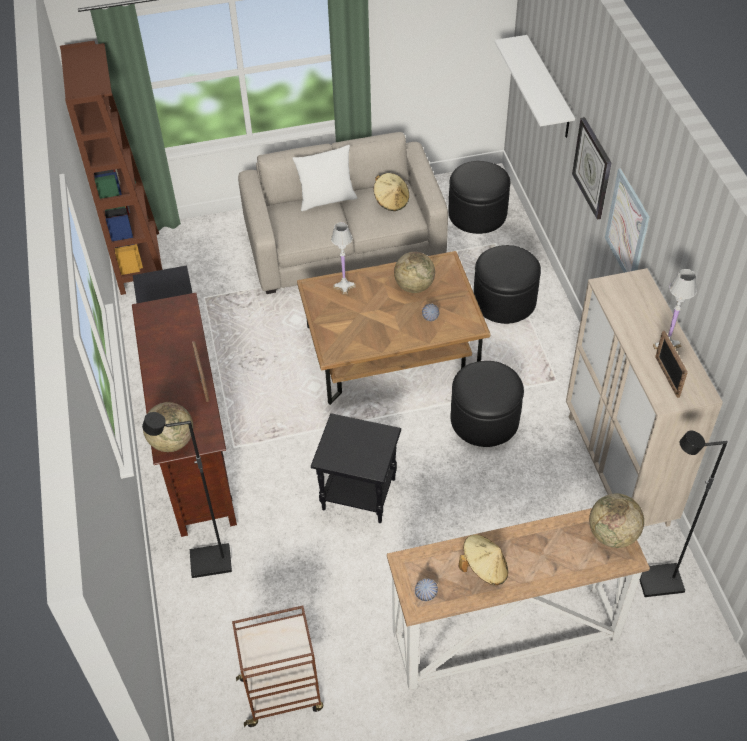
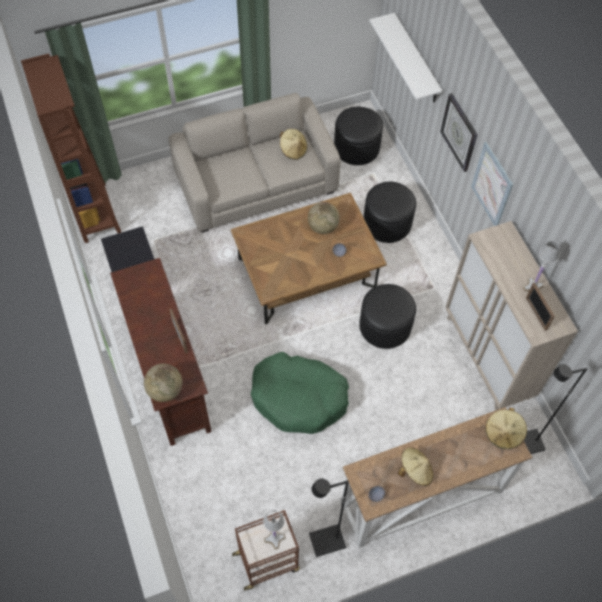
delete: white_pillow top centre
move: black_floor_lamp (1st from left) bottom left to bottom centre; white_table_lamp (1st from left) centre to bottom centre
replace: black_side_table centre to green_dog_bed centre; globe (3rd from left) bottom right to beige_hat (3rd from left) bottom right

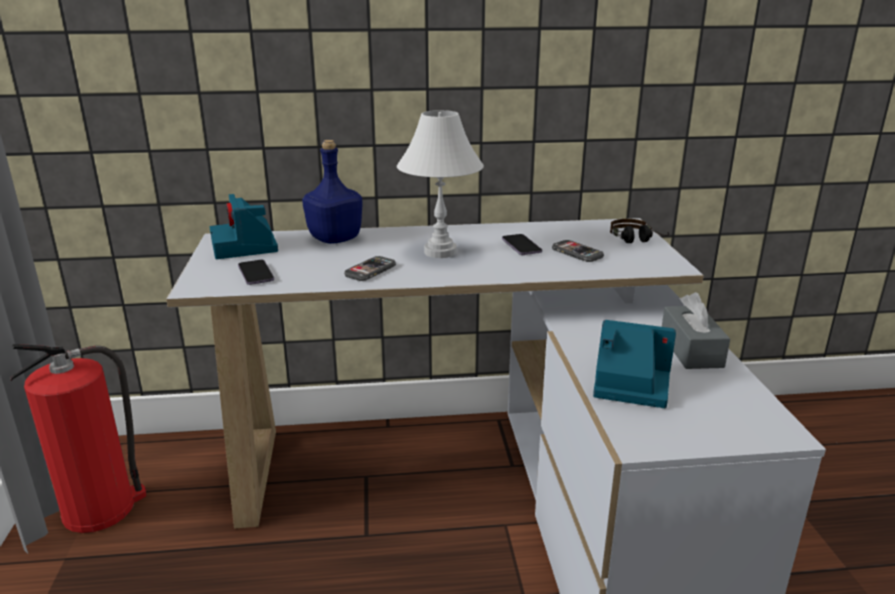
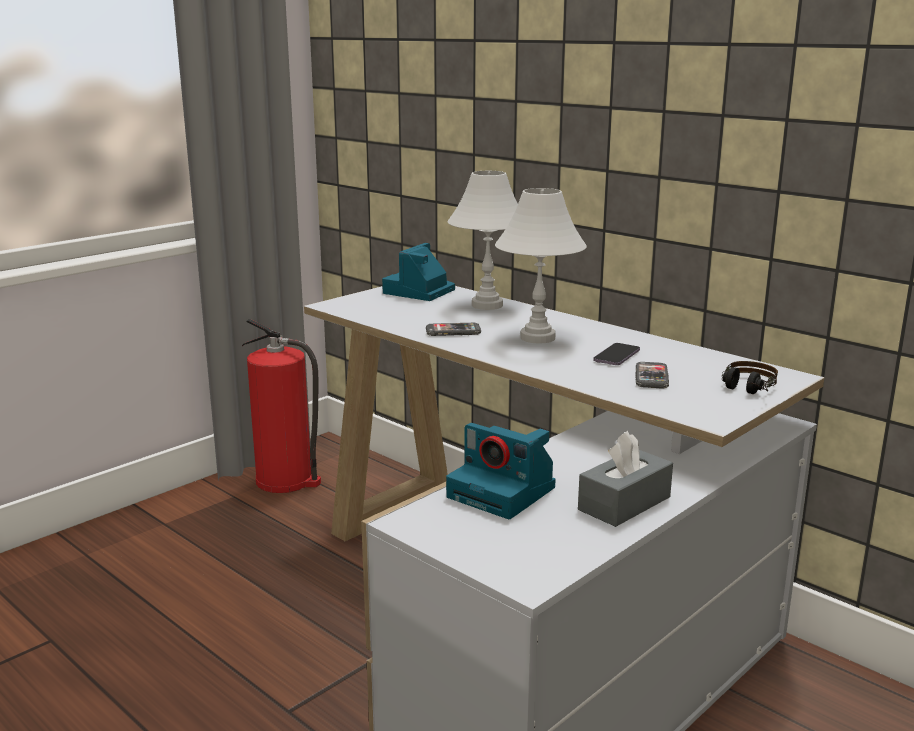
delete: phone (1st from left) middle left
replace: blue_bottle top centre to white_table_lamp (1st from left) top centre
rotate: photo_camera (2nd from left) middle right = centre 150 degrees clockwise

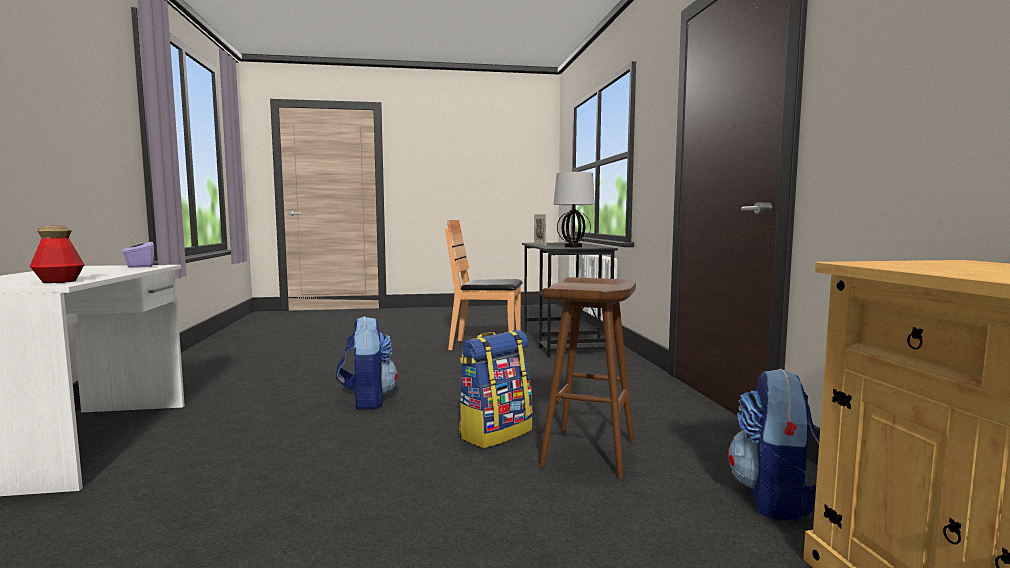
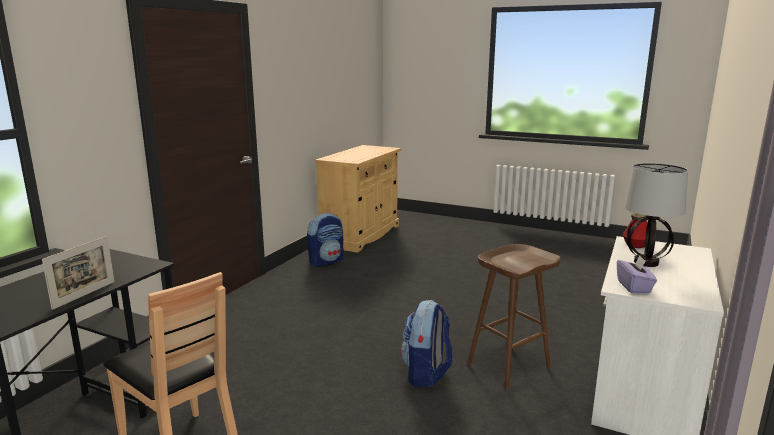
delete: backpack (2nd from left) bottom centre
move: brown_stool centre to bottom centre; table_lamp centre to middle right

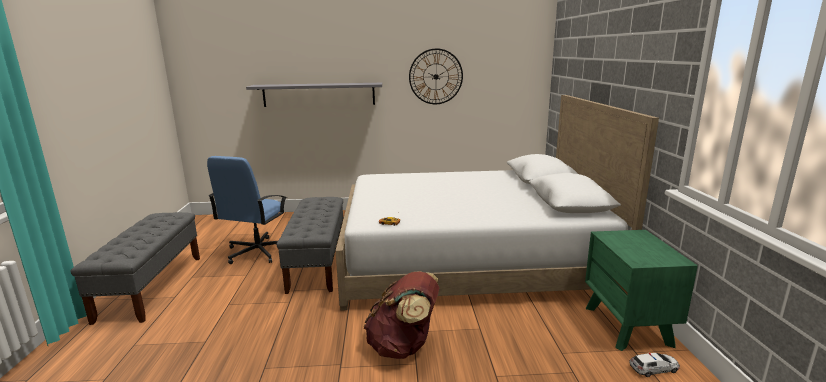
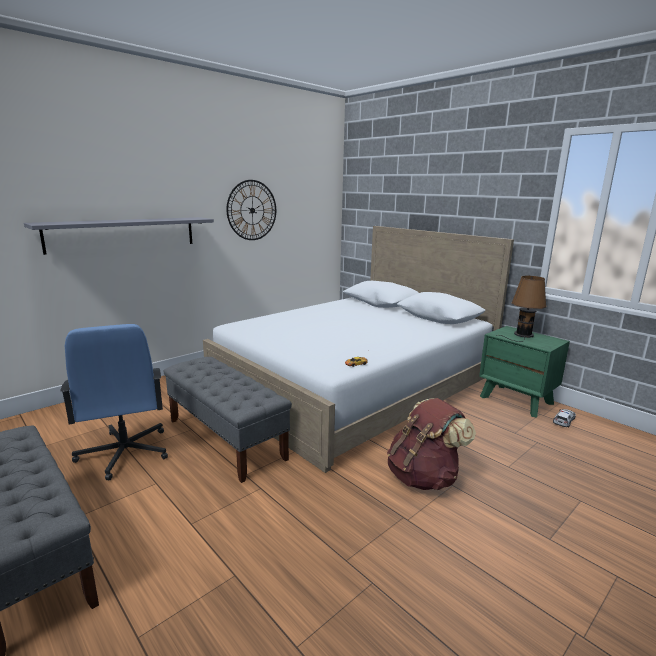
insert: brown_table_lamp middle right

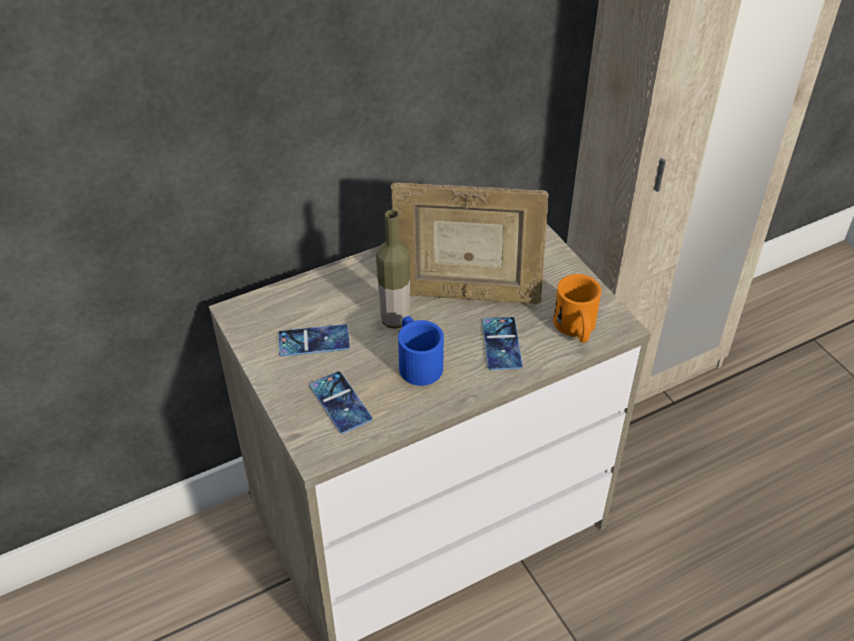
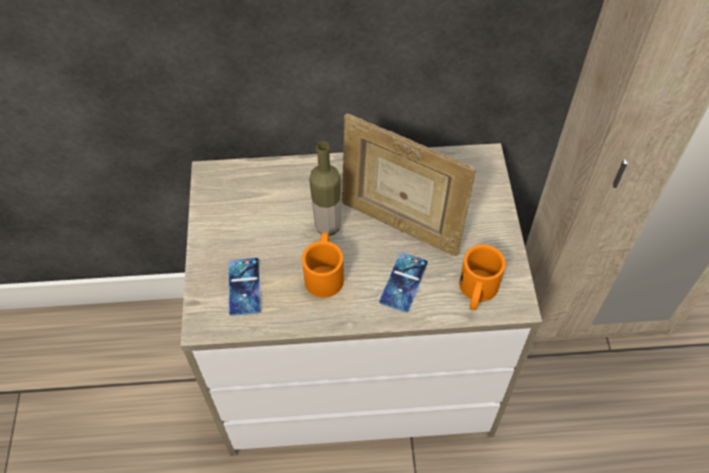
delete: phone (1st from left) centre
recolor: blue_mug centre to orange_mug (1st from left) centre

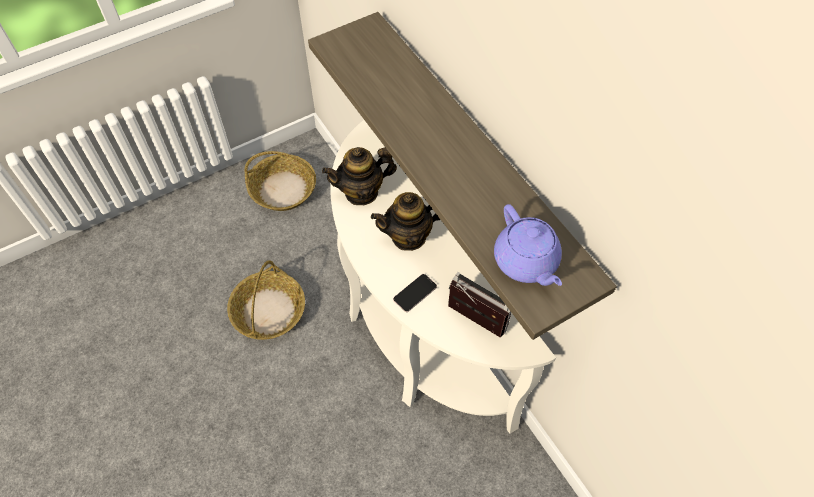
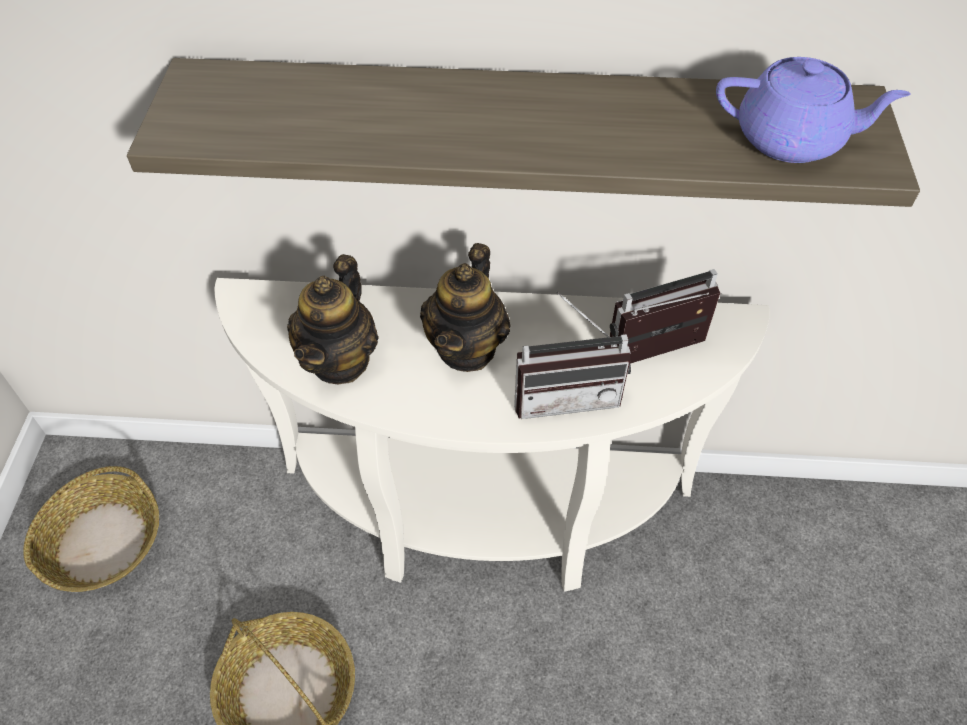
replace: phone centre to radio (1st from left) centre

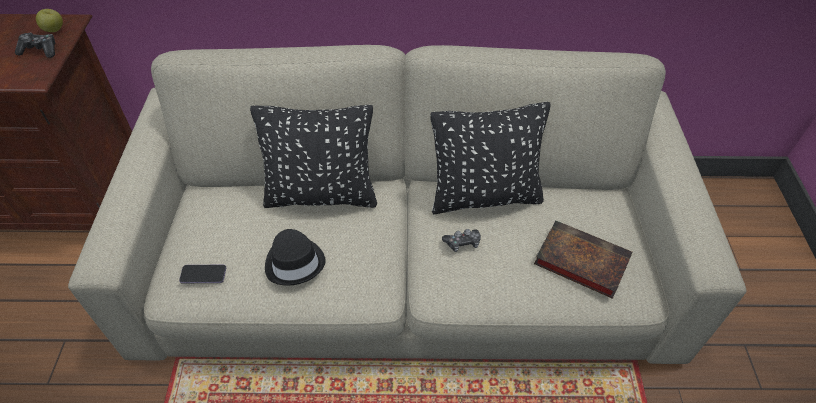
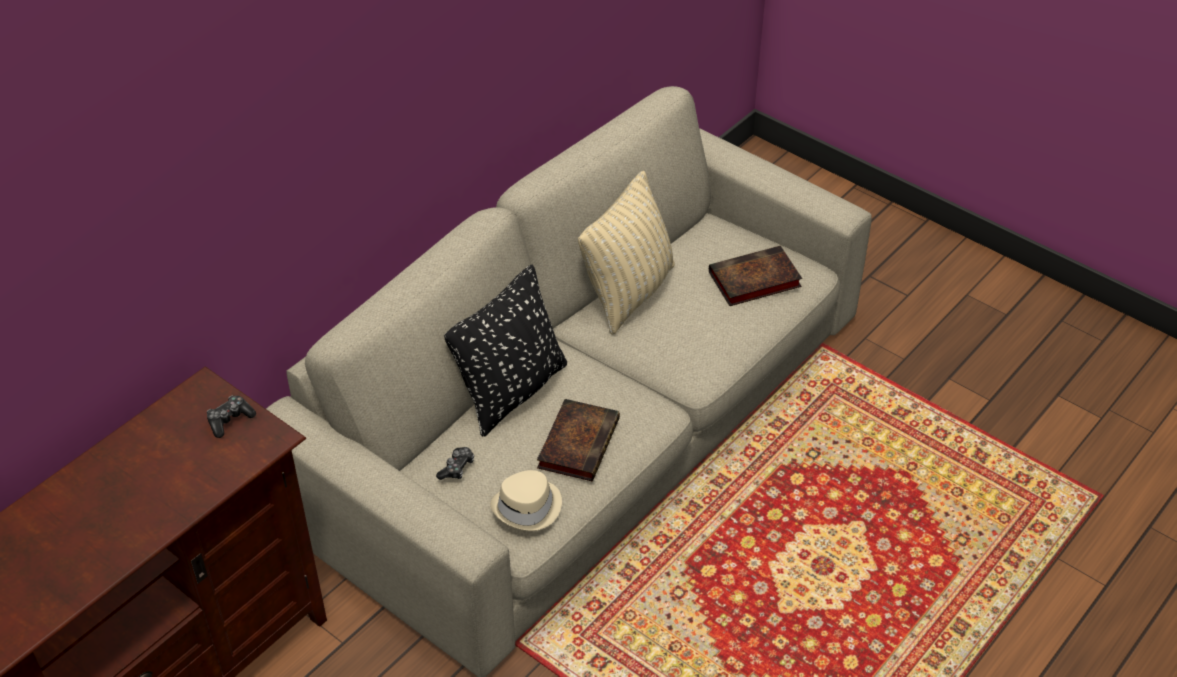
delete: apple top left
move: game_controller (2nd from left) centre to bottom centre
replace: phone bottom left to beige_hat bottom centre; black_hat centre to book (1st from left) centre
recolor: black_pillow (2nd from left) centre to beige_pillow centre

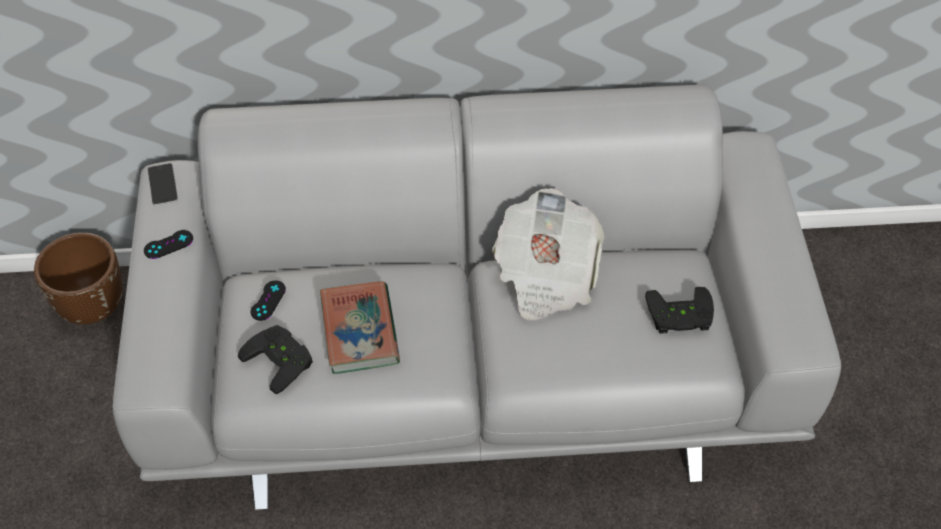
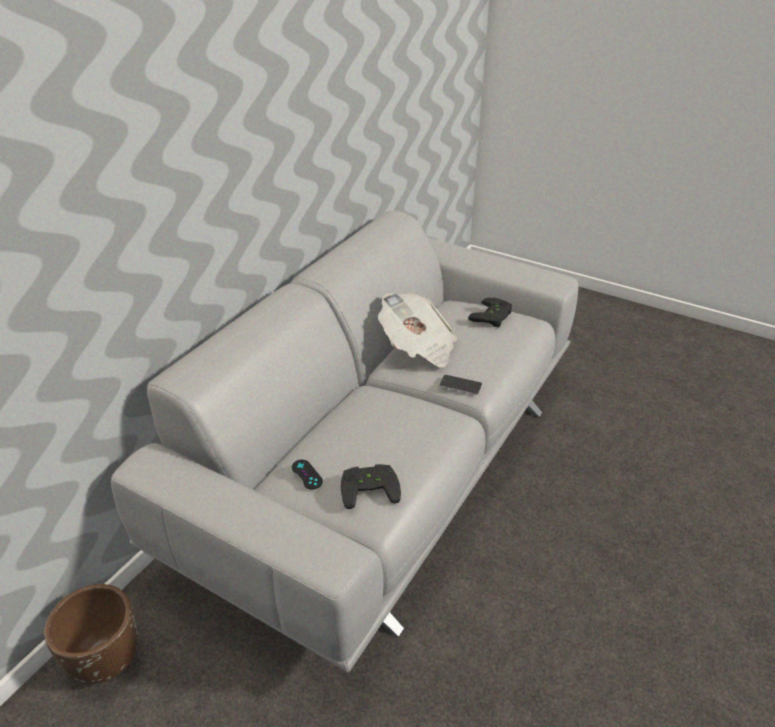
delete: black_game_controller (1st from left) middle left; book centre
move: phone middle left to centre

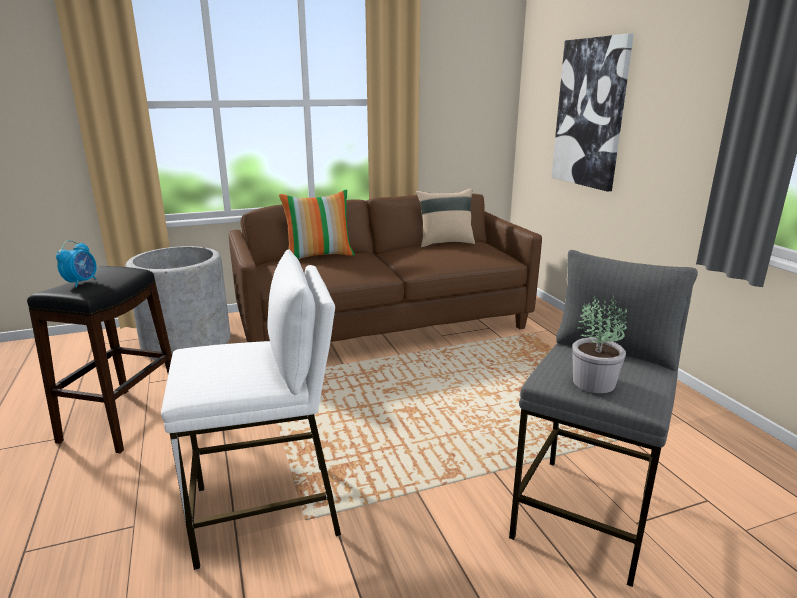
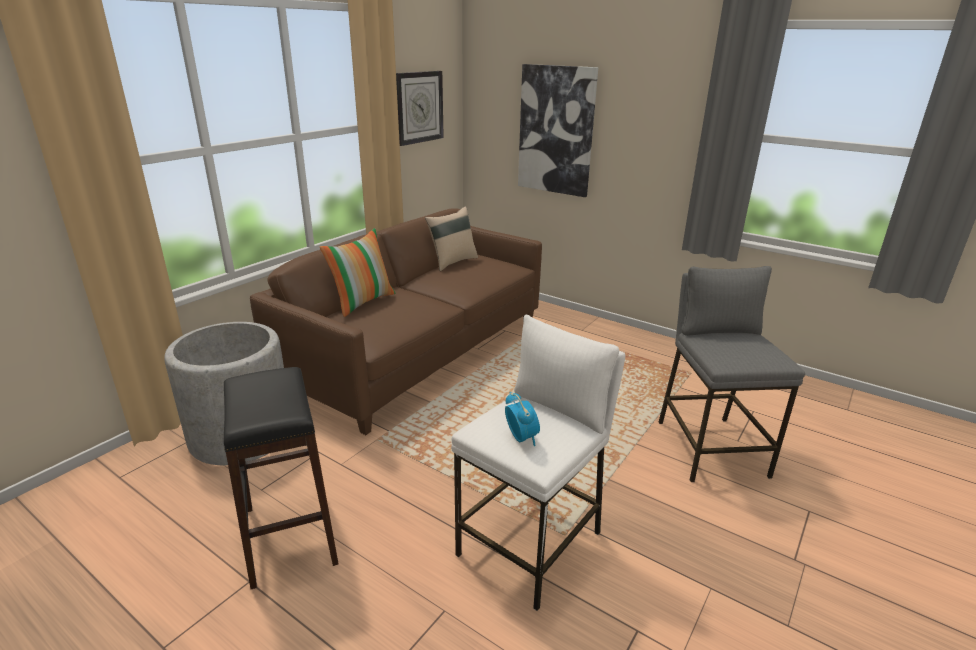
delete: potted_plant middle right
insert: wall_clock top centre
move: alarm_clock middle left to centre

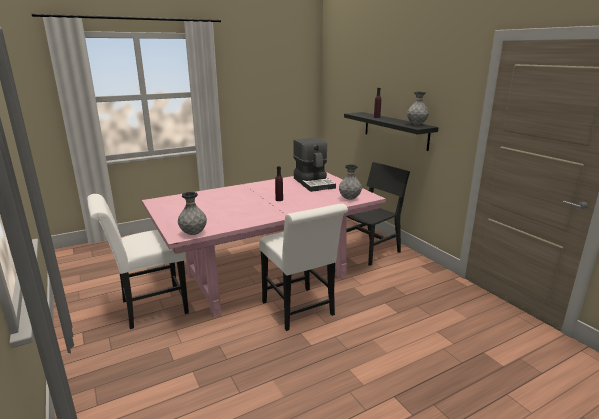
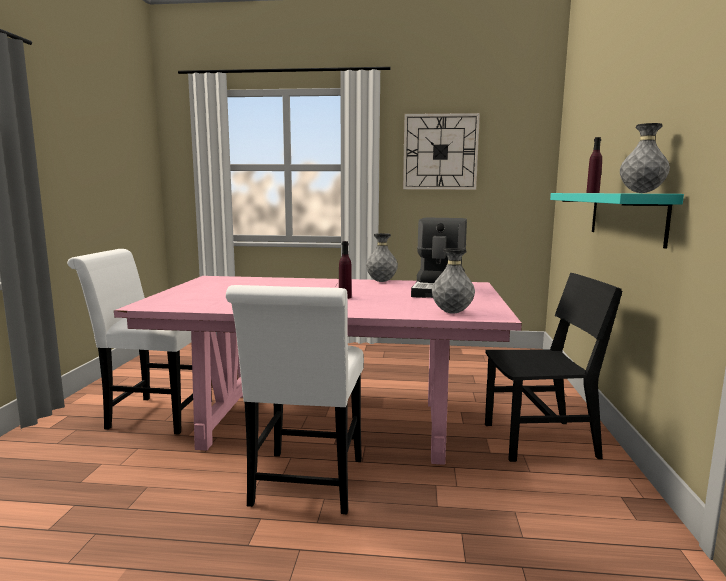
insert: wall_clock top centre
move: grey_vase (1st from left) middle left to centre
recolor: black_shelf top centre to turquoise_shelf middle right

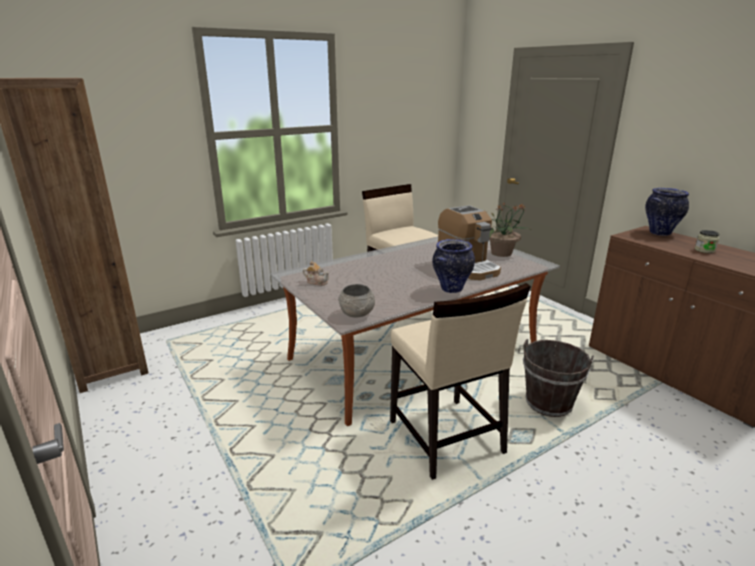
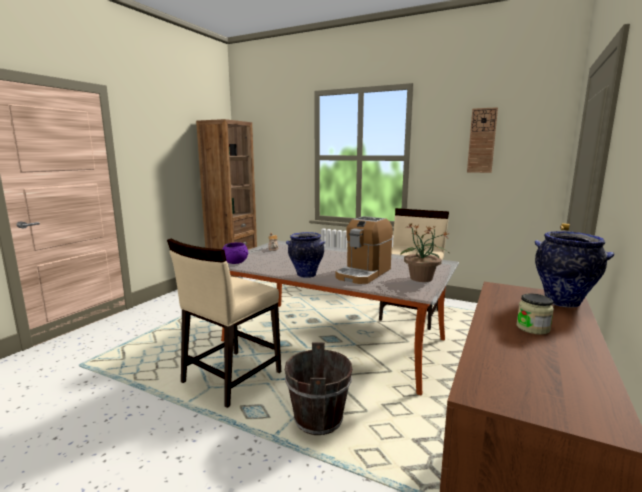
insert: wall_clock top right
recolor: grey_bowl centre to purple_bowl centre

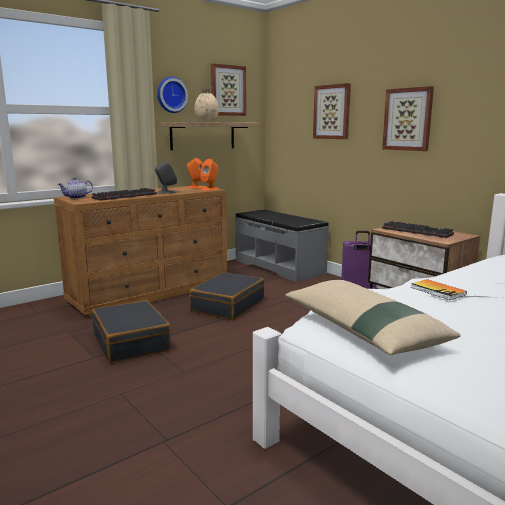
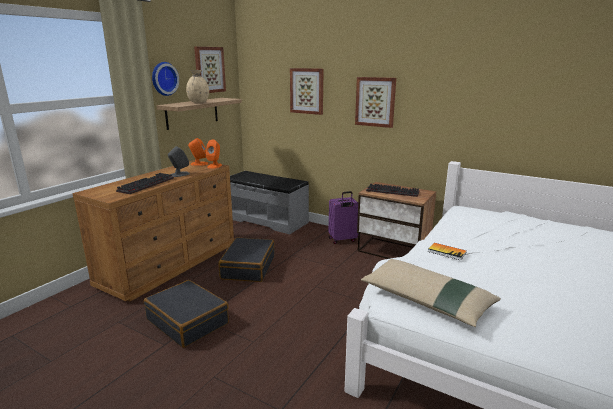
delete: teapot middle left

